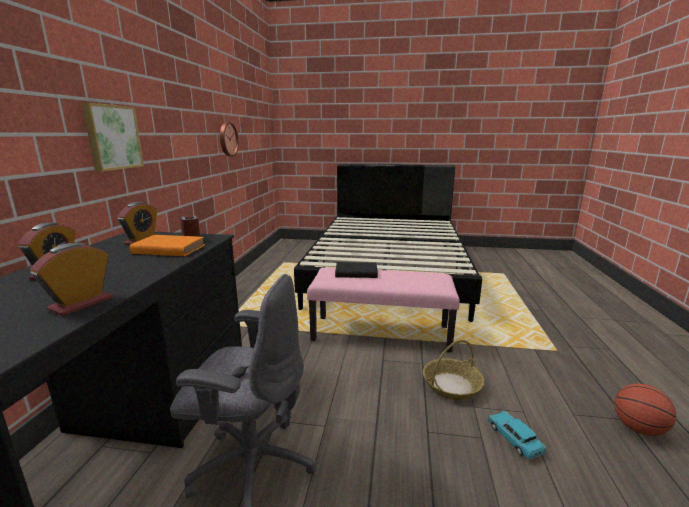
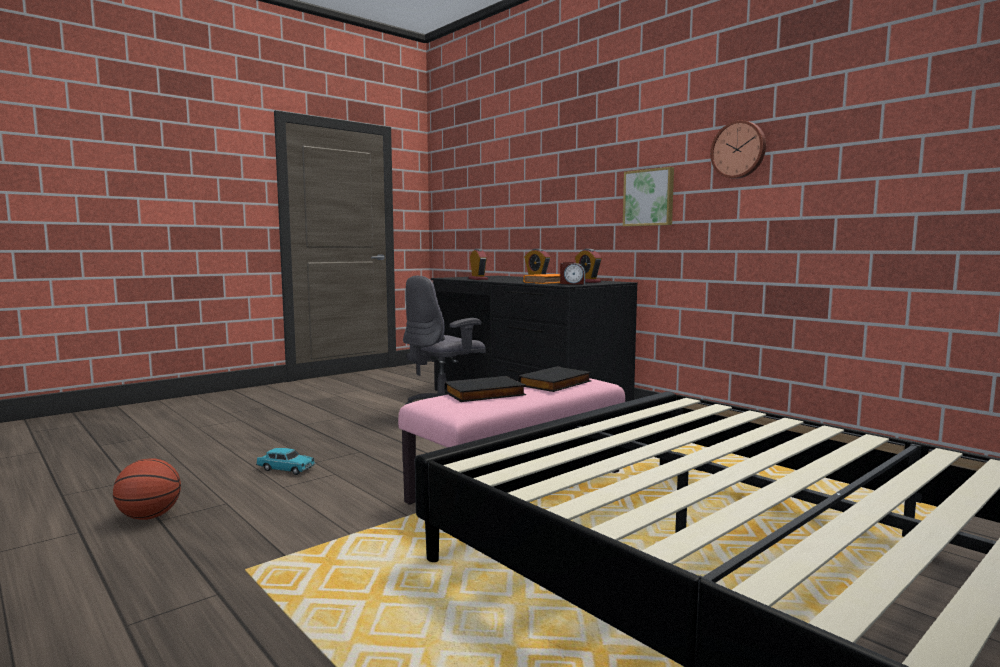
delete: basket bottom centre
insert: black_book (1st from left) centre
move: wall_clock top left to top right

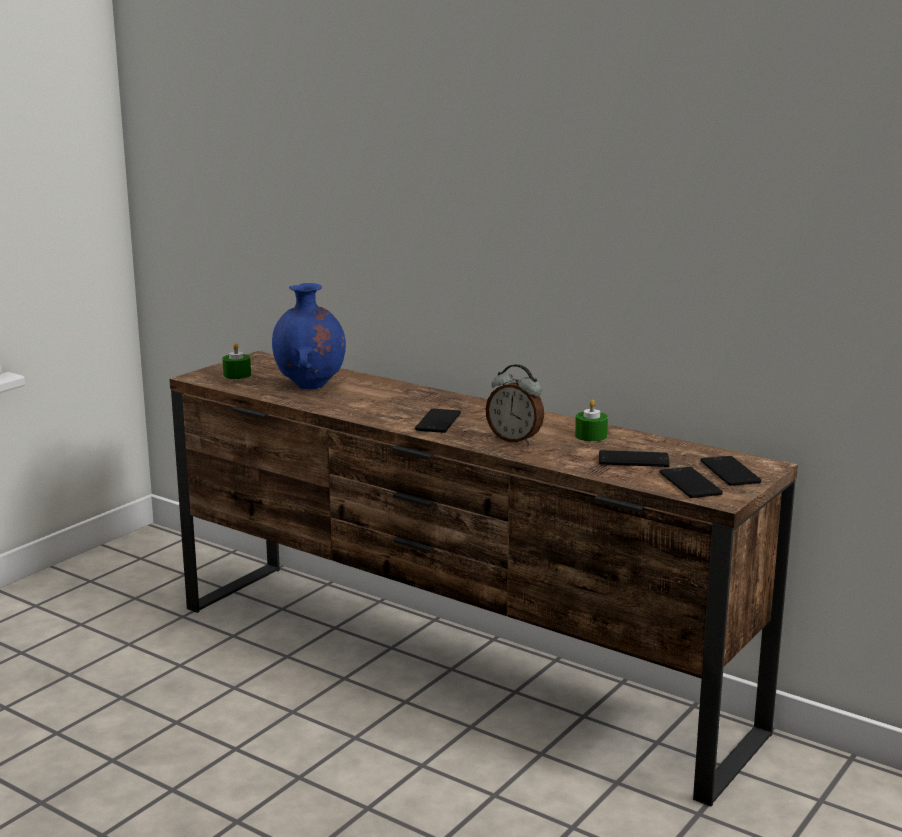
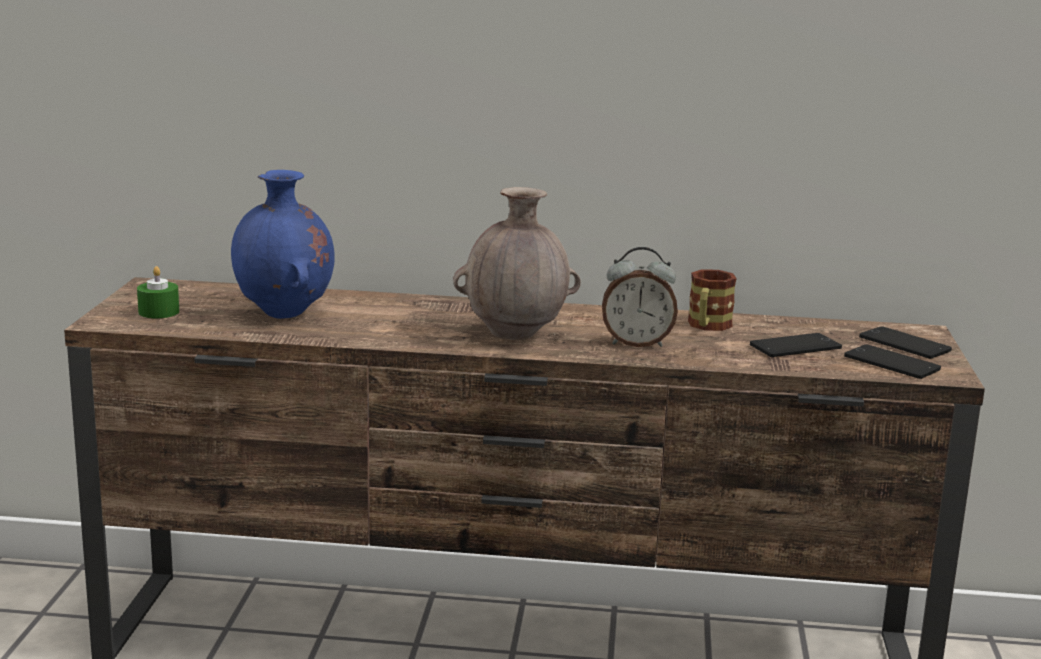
replace: phone (1st from left) centre to brown_vase centre; green_candle (2nd from left) centre to mug middle right

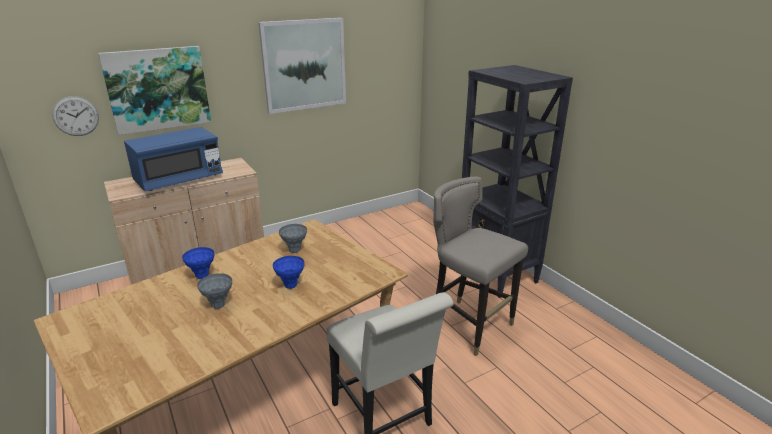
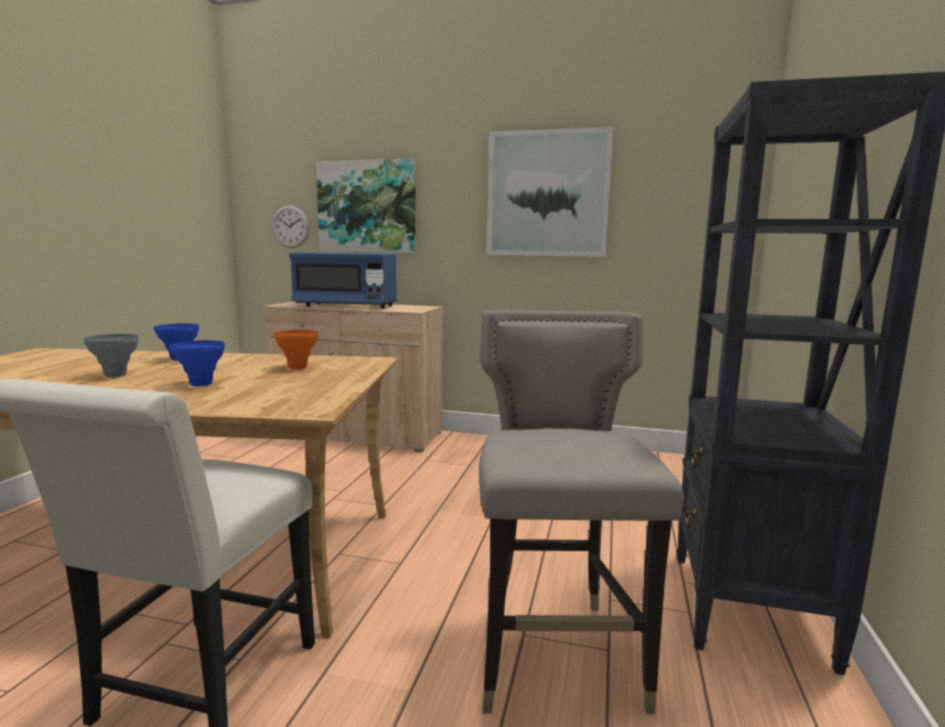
recolor: grey_vase (2nd from left) centre to orange_vase middle left

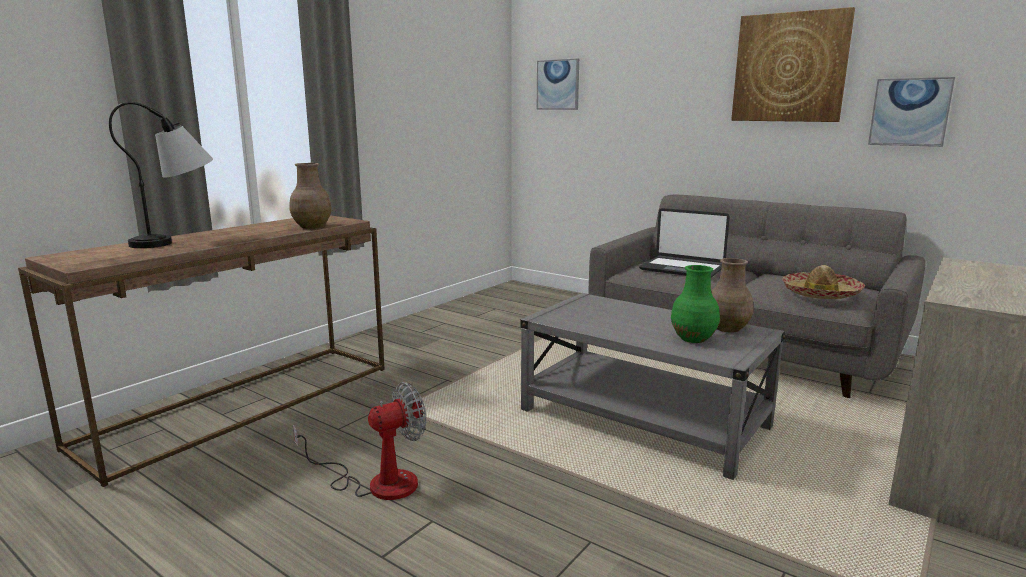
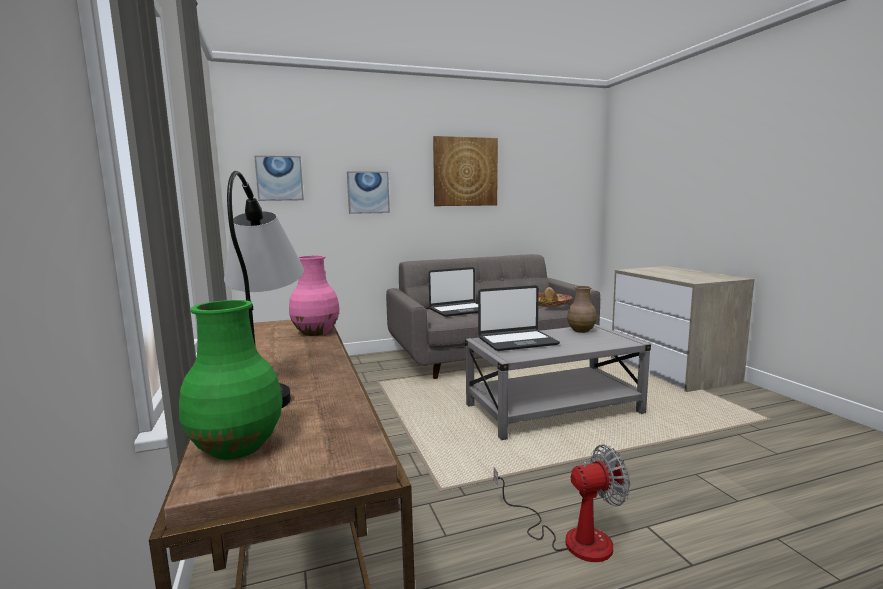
insert: laptop (2nd from left) centre
move: green_vase middle right to middle left; picture (3rd from left in the first image) top right to picture (2nd from left) top centre
recolor: brown_vase (1st from left) middle left to pink_vase centre
rotate: fan bottom centre = bottom centre 75 degrees clockwise

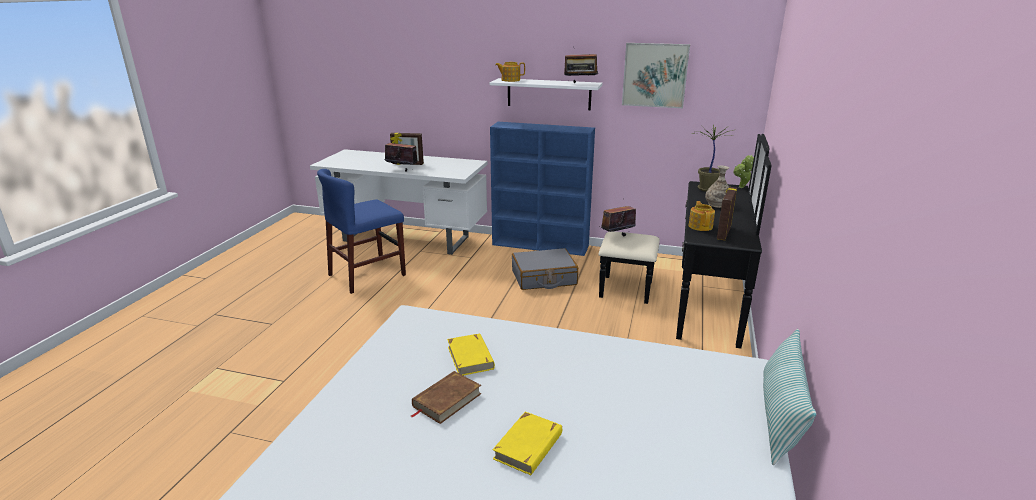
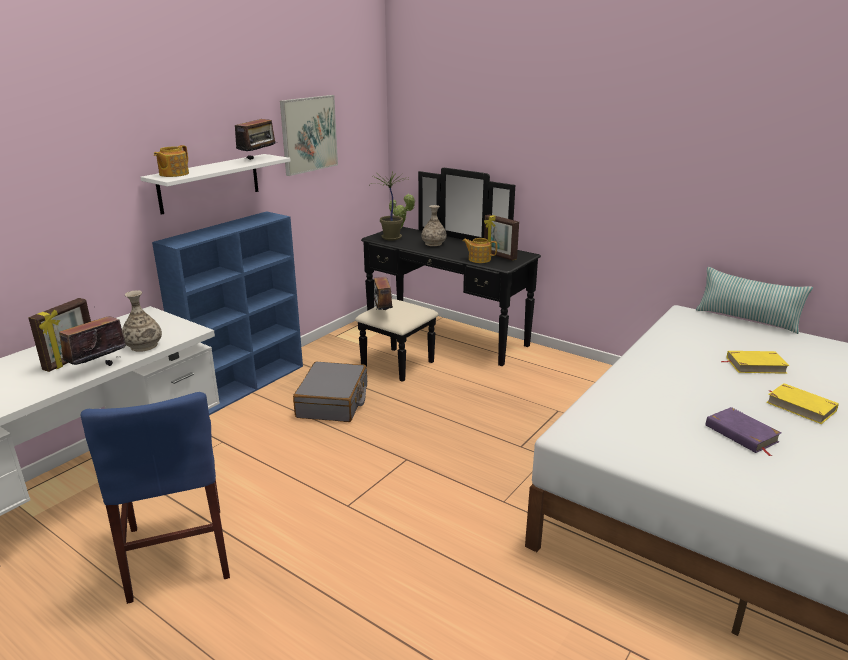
insert: vase (1st from left) middle left
move: yellow_book (1st from left) bottom centre to middle right
recolor: brown_book bottom centre to purple_book middle right

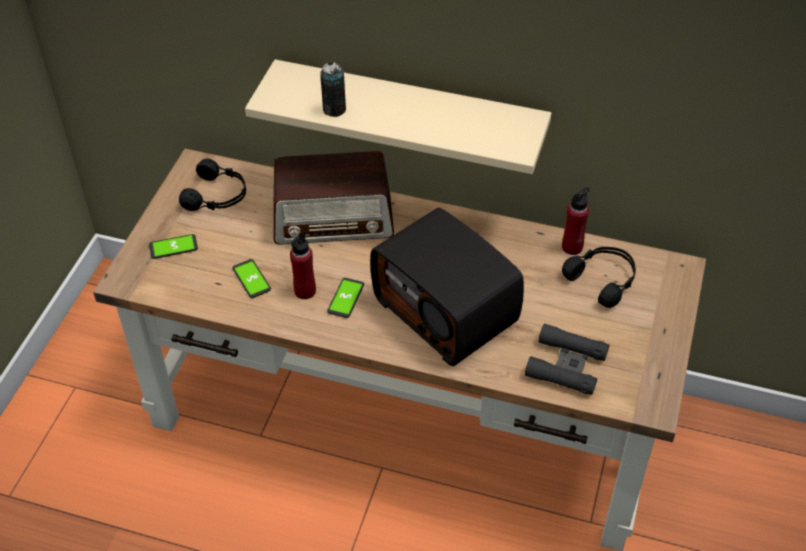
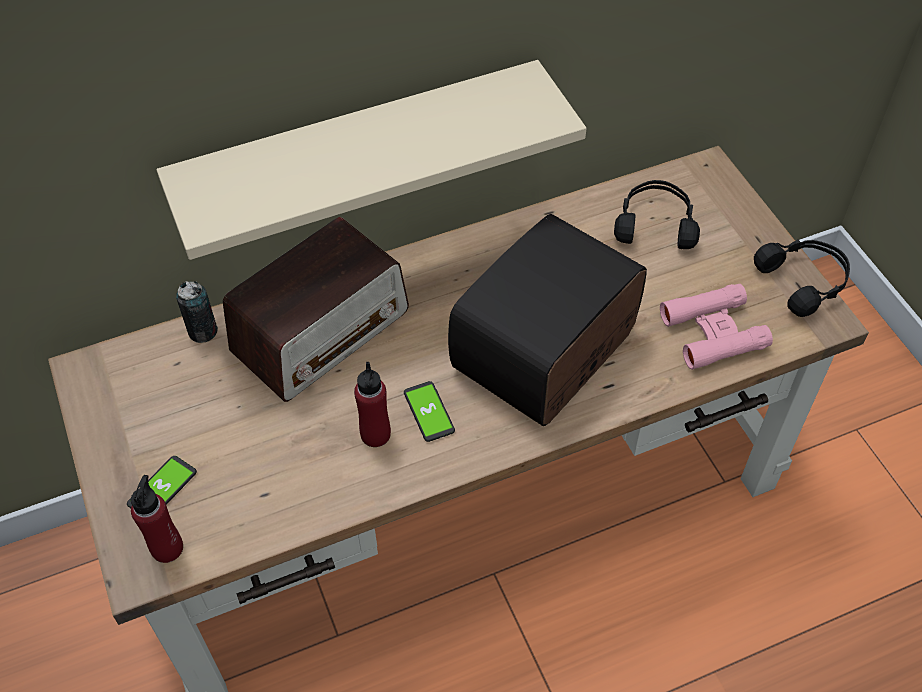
delete: phone (2nd from left) middle left
move: black_headphones (1st from left in the first image) middle left to black_headphones (2nd from left) middle right; can top centre to middle left; red_bottle (2nd from left in the first image) middle right to red_bottle (1st from left) bottom left
recolor: black_binoculars middle right to pink_binoculars middle right
rotate: radio (2nd from left) centre = centre 120 degrees clockwise

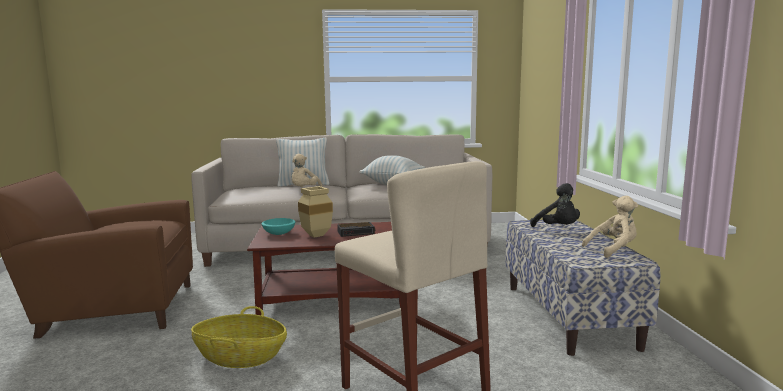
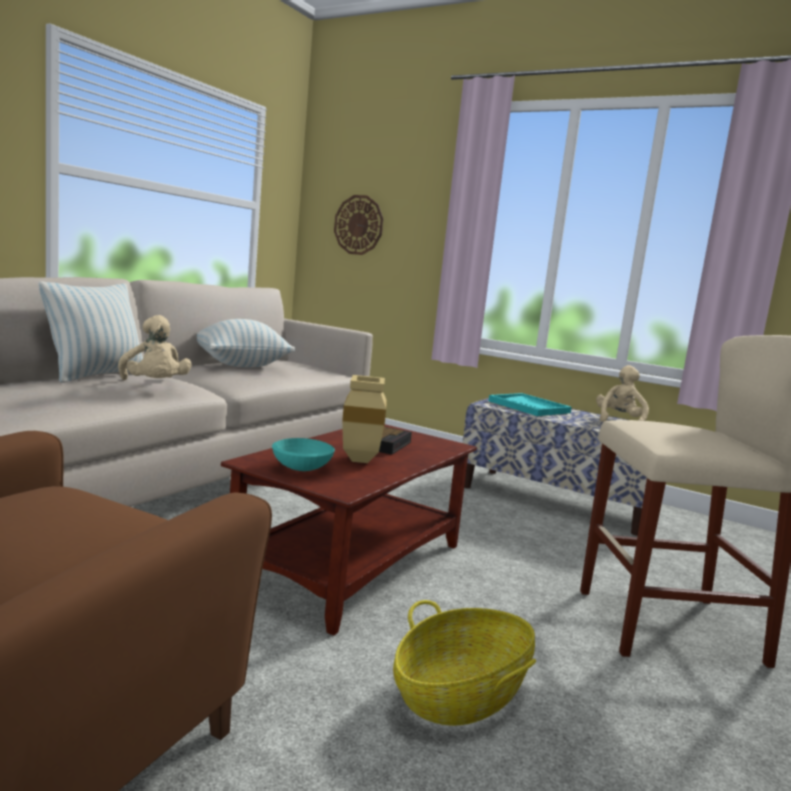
insert: wall_clock top centre
replace: black_plush_toy middle right to turquoise_tray middle right

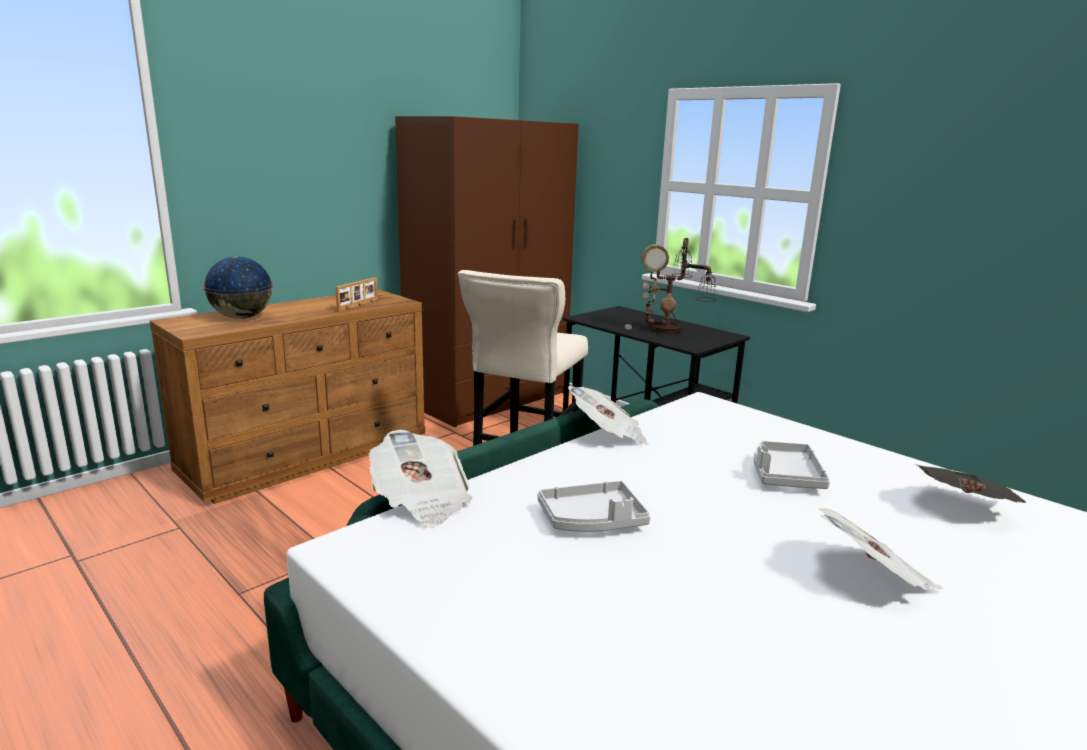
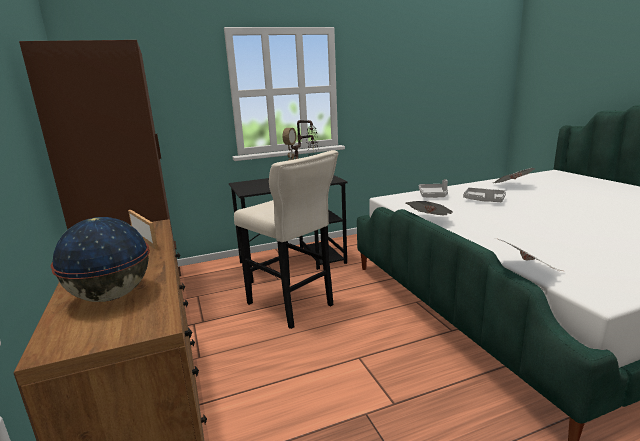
delete: newspaper (3rd from left) bottom right
move: grey_tray (1st from left) bottom centre to middle right

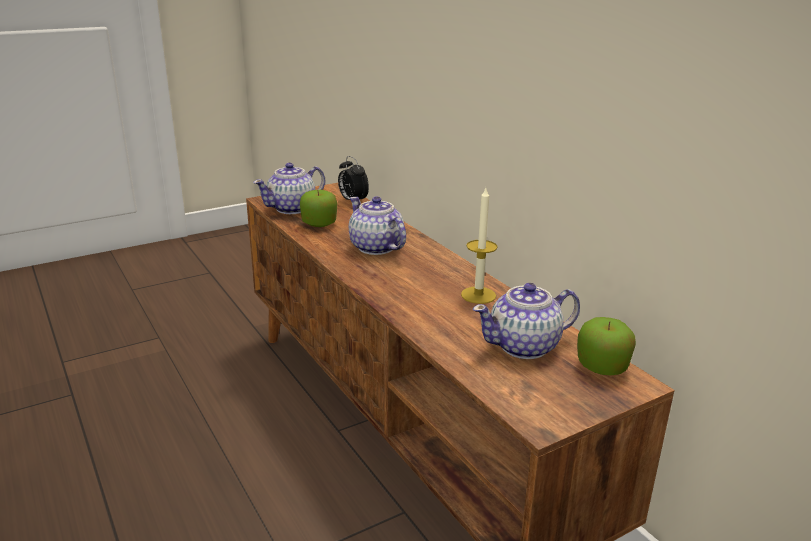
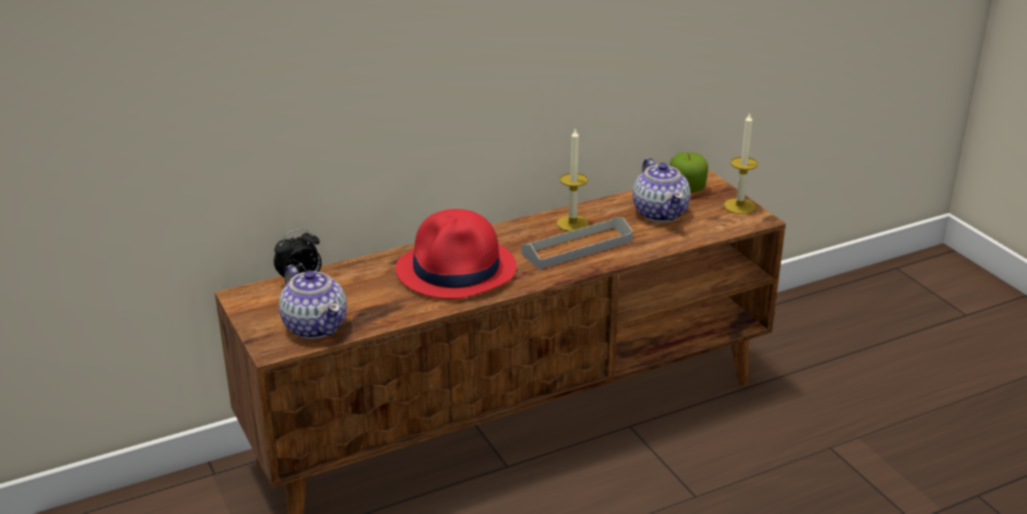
delete: apple (1st from left) centre
insert: grey_tray centre; candle (2nd from left) top right
replace: teapot (2nd from left) centre to red_hat centre

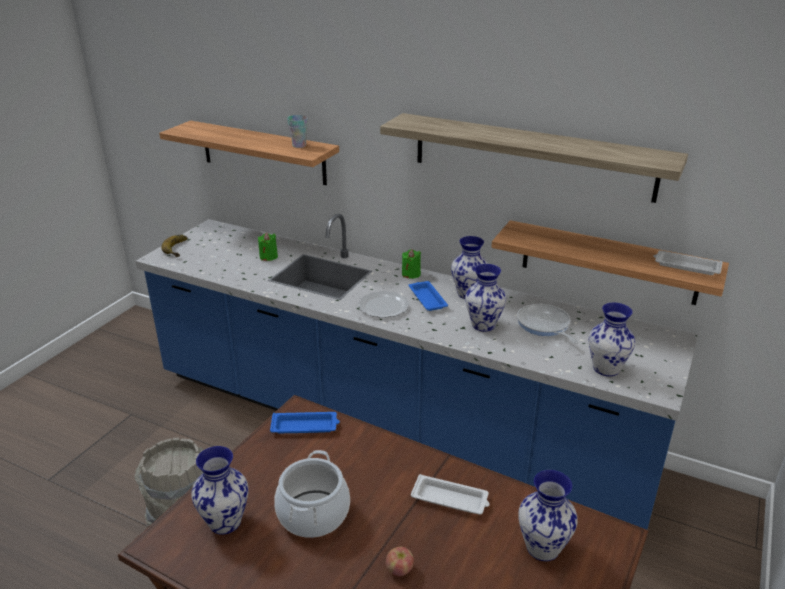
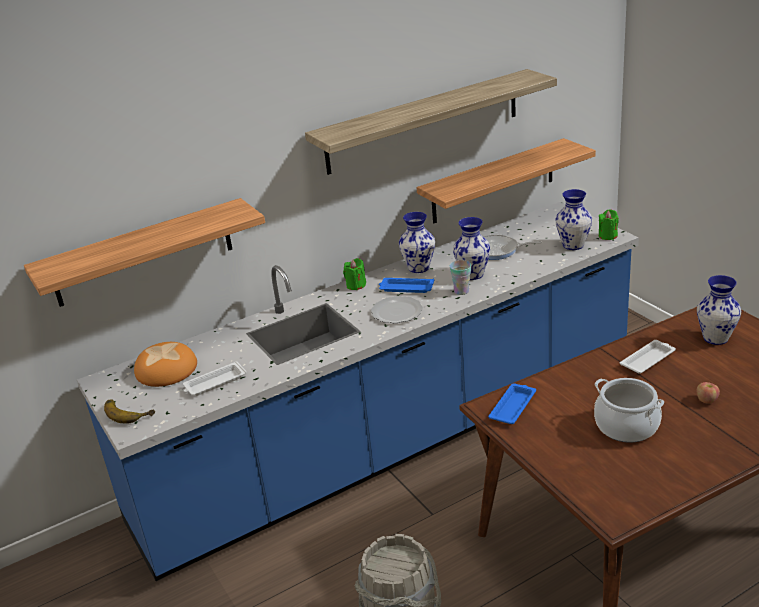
delete: vase (1st from left) bottom left
insert: bread middle left
move: green_candle (1st from left in the first image) centre to green_candle (2nd from left) middle right; cup top centre to centre; white_tray (2nd from left in the first image) middle right to white_tray (1st from left) middle left

